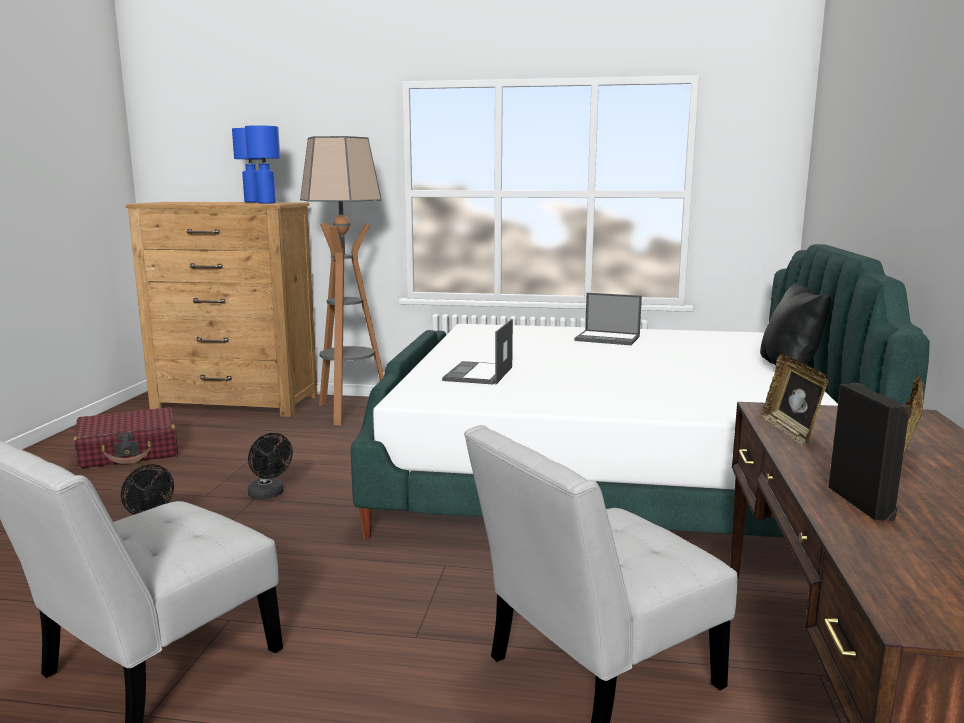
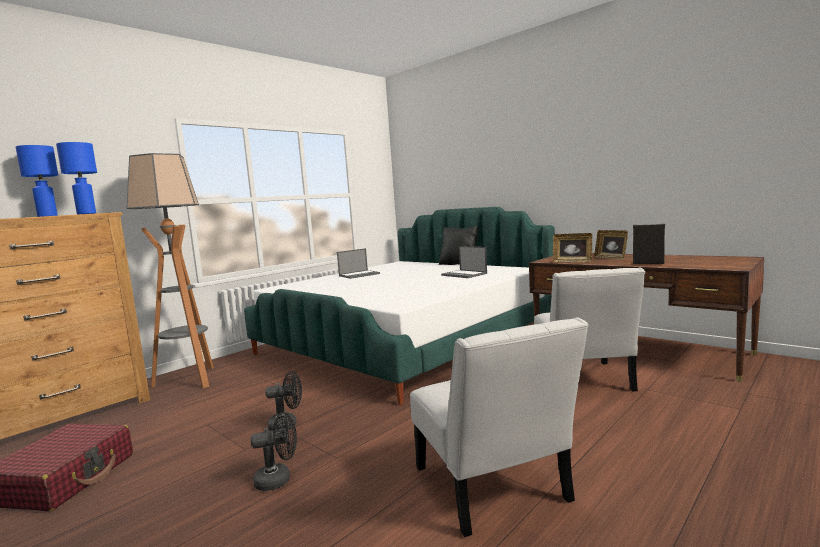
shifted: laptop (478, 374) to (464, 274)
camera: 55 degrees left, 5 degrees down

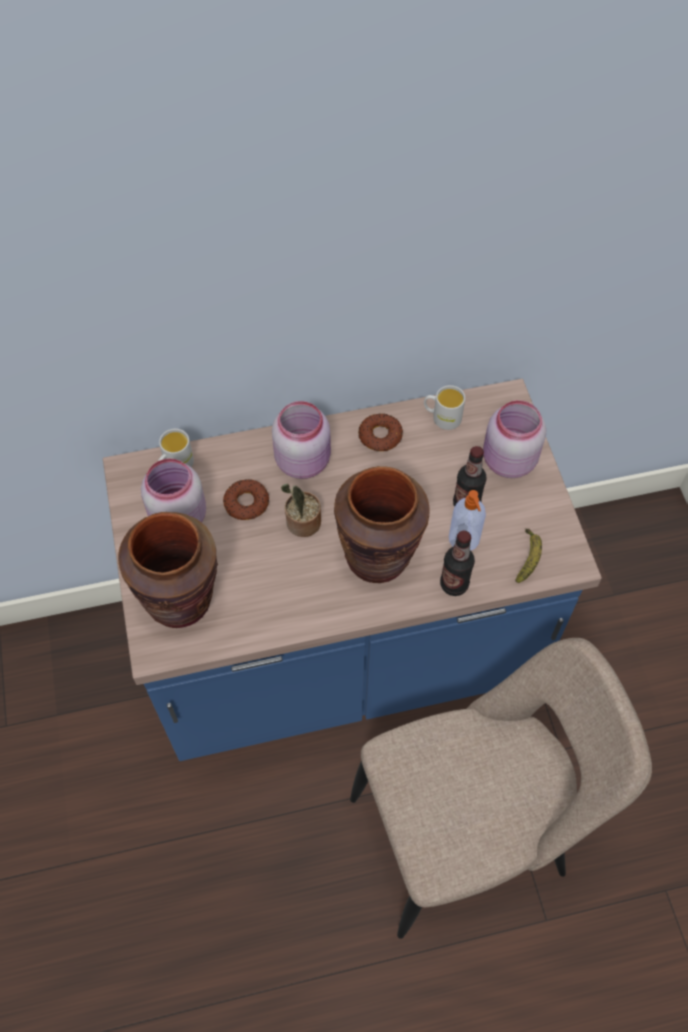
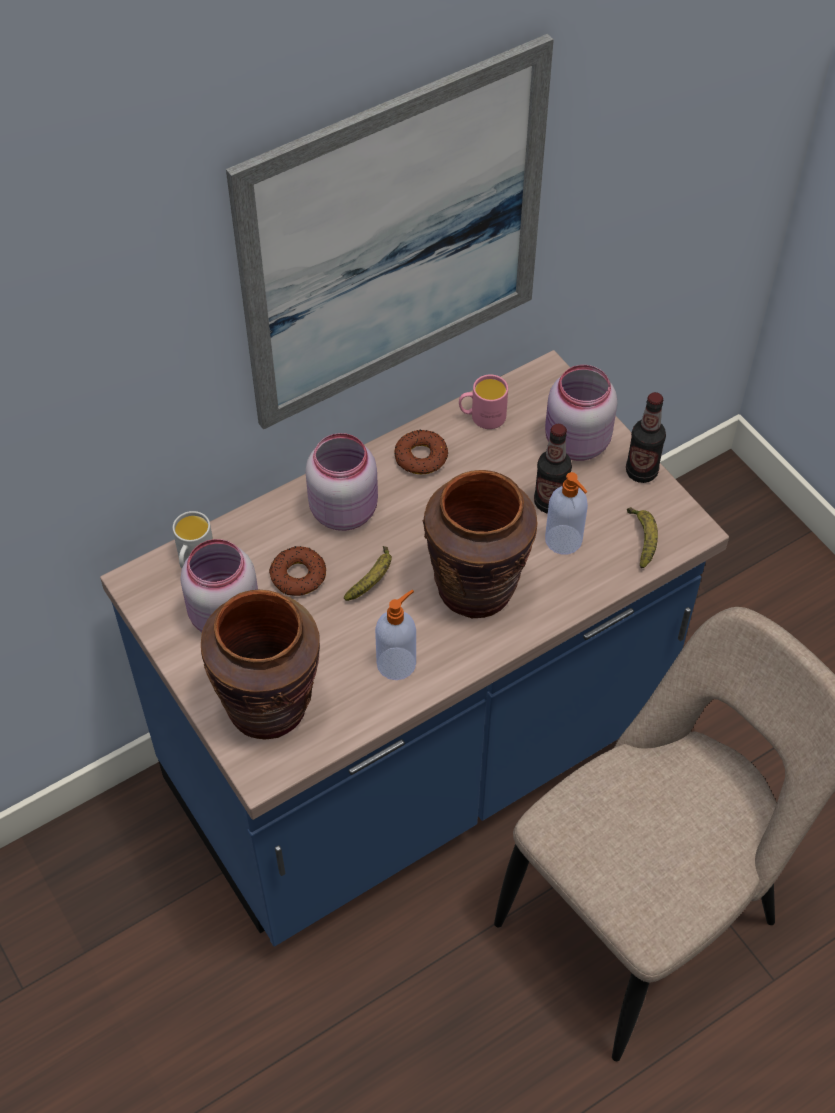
new: obraz (394, 239); dozownik mydła (397, 662)
shifted: butelka (454, 584) to (641, 472)
swapped: roślina doniczkowa (301, 523) to banan (373, 579)
repainted: kubek [biały] (442, 417) to kubek [różowy] (482, 417)
camera: 20 degrees left, 5 degrees down

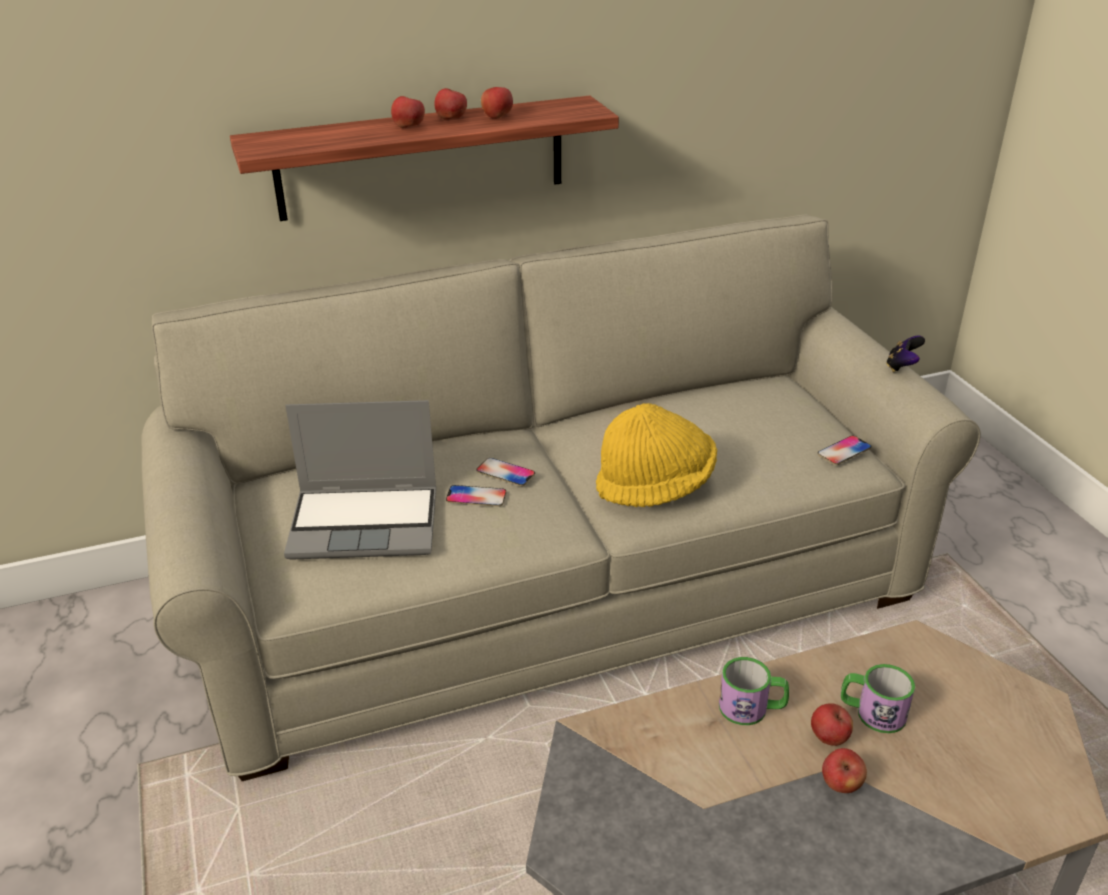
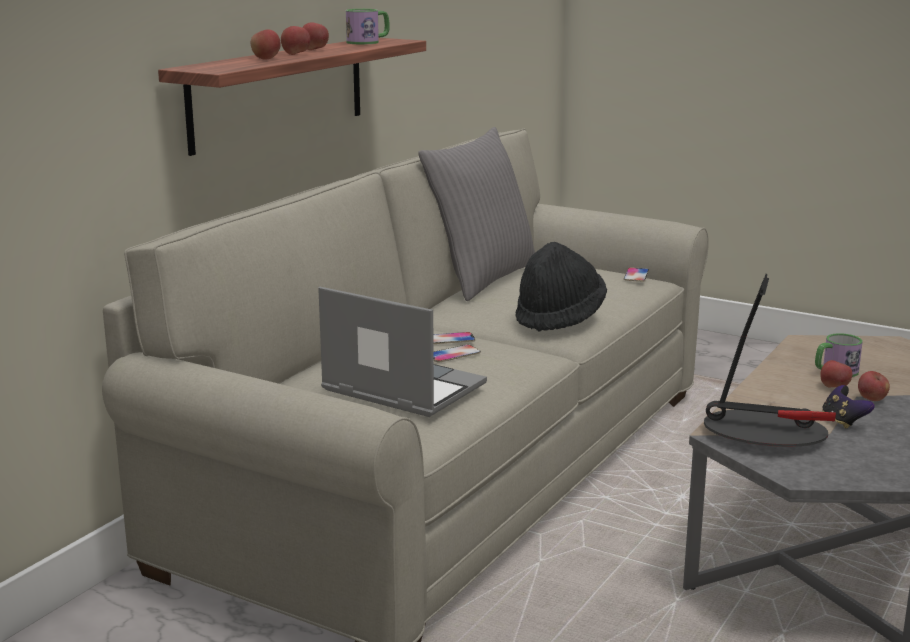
new: poduszka [szary] (481, 278); lampa stołowa (765, 433)
shifted: jabłko (497, 117) to (266, 59); kubek (752, 708) to (368, 42); pad do gier (902, 367) to (843, 422)
repainted: kapelusz [żółty] (655, 486) to kapelusz [czarny] (559, 317)
rotated: laptop (367, 523) = (400, 388) 105 degrees counterclockwise
camera: 40 degrees left, 15 degrees down

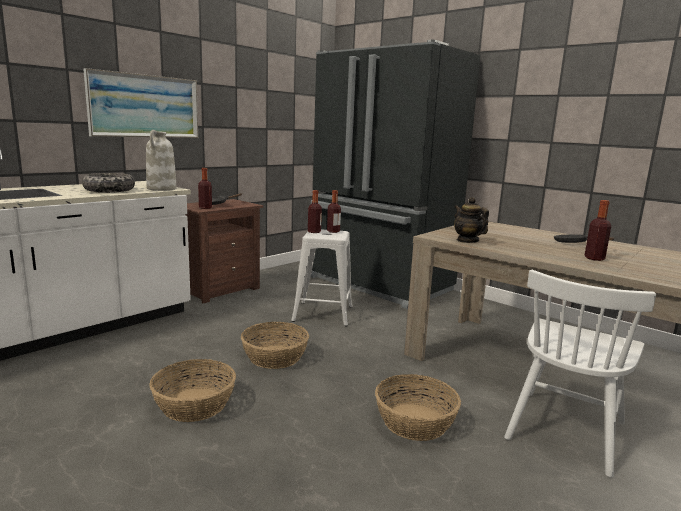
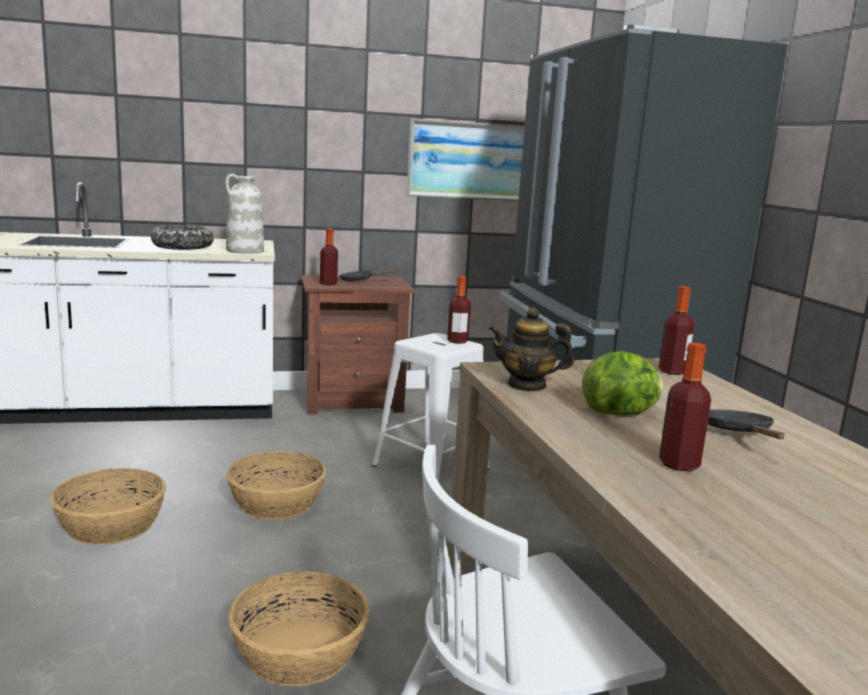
new: sałata (620, 414)
shifted: obraz (145, 106) to (476, 161); butelka (314, 232) to (672, 371)
rotated: imbryk (467, 241) = (527, 385) 90 degrees counterclockwise
camera: 35 degrees right, 0 degrees up

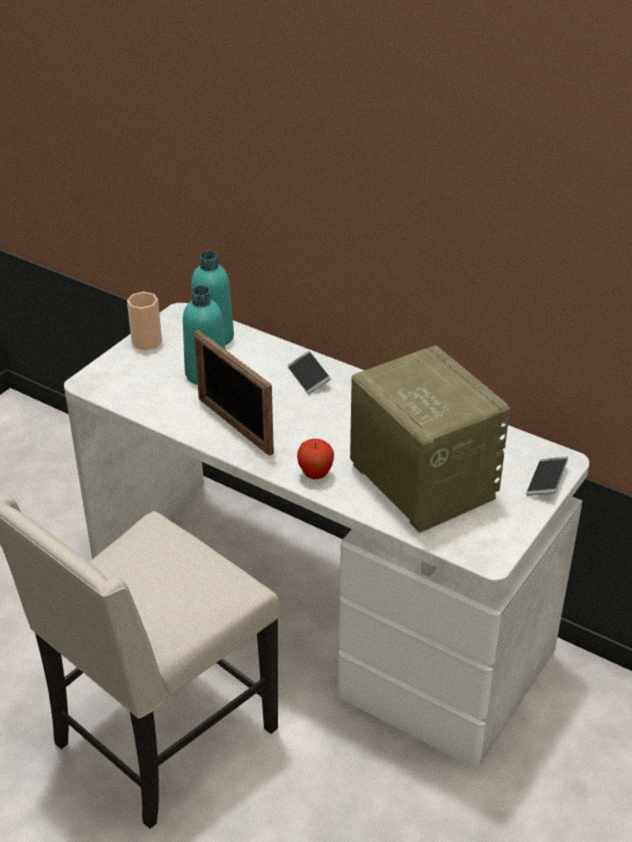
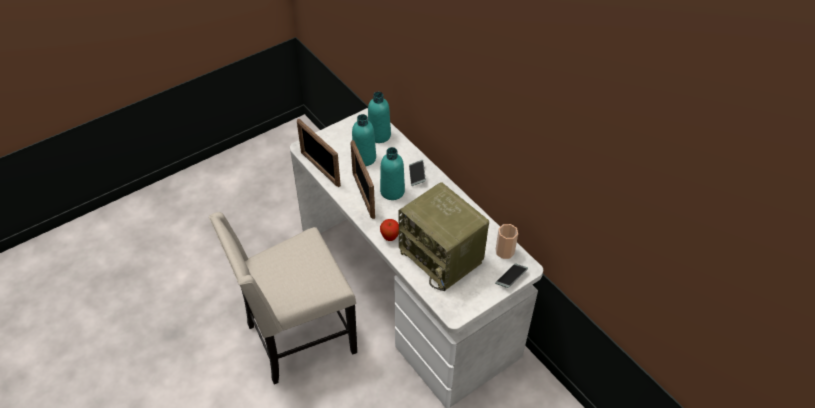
new: ramka na zdjęcie (320, 169); butelka [turkusowy] (392, 191)
shifted: filiżanka (146, 342) to (504, 251)
rotated: radio (419, 480) = (442, 257) 150 degrees clockwise
camera: 20 degrees right, 10 degrees up

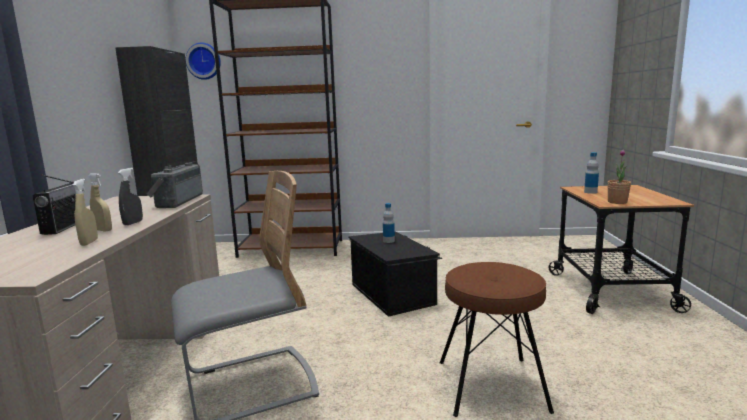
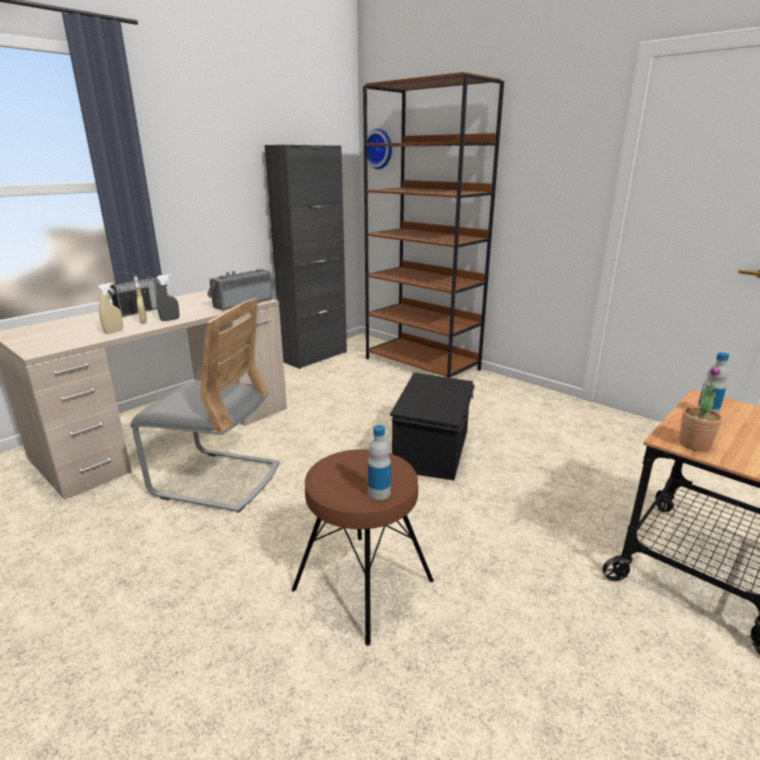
shifted: butelka (389, 241) to (379, 493)
camera: 40 degrees right, 10 degrees up

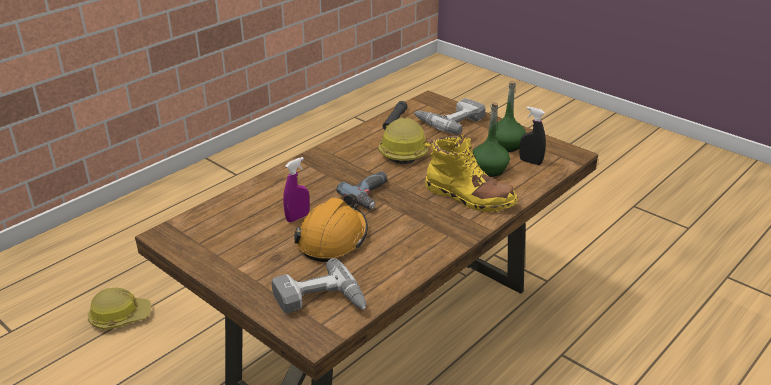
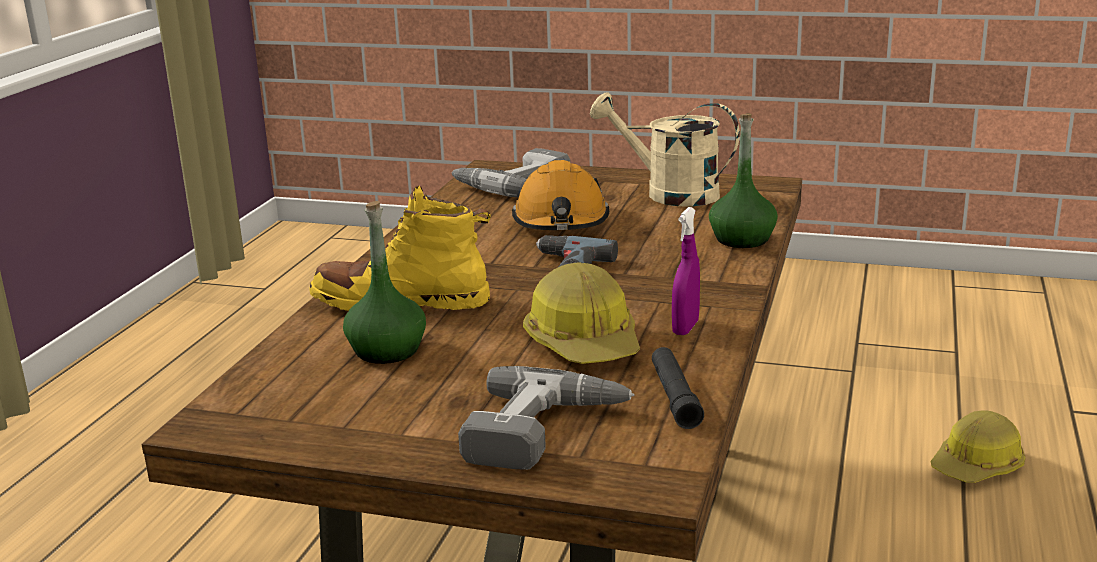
gone: spryskiwacz [czarny] (530, 162)
new: konewka [beżowy] (669, 193)
shifted: spryskiwacz [fioletowy] (297, 217) to (685, 328); butelka [zielony] (506, 145) to (741, 239)
camera: 155 degrees right, 10 degrees down

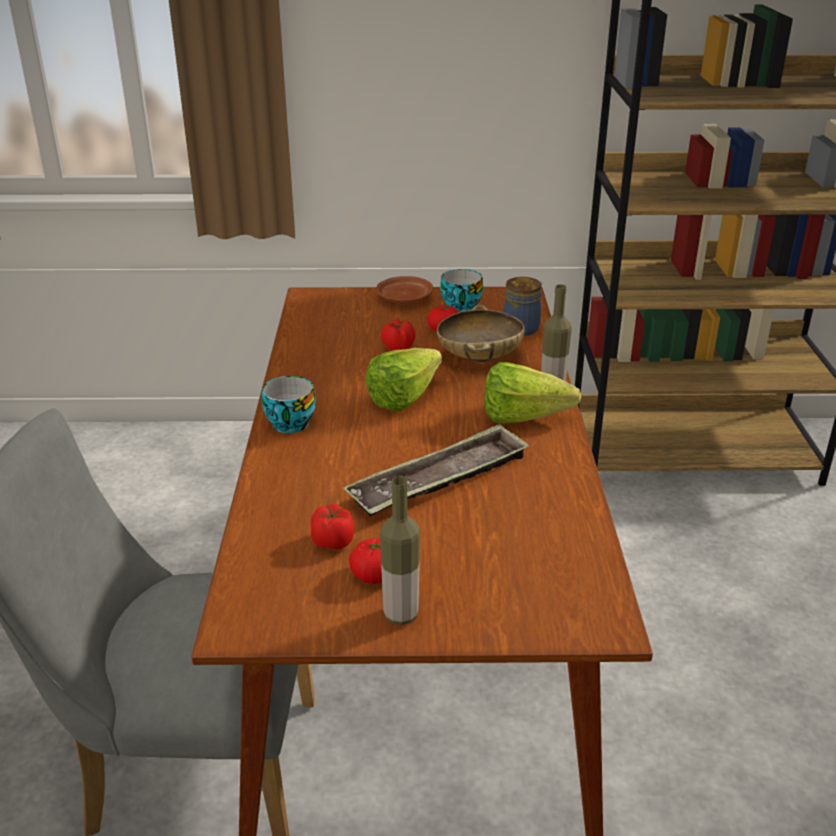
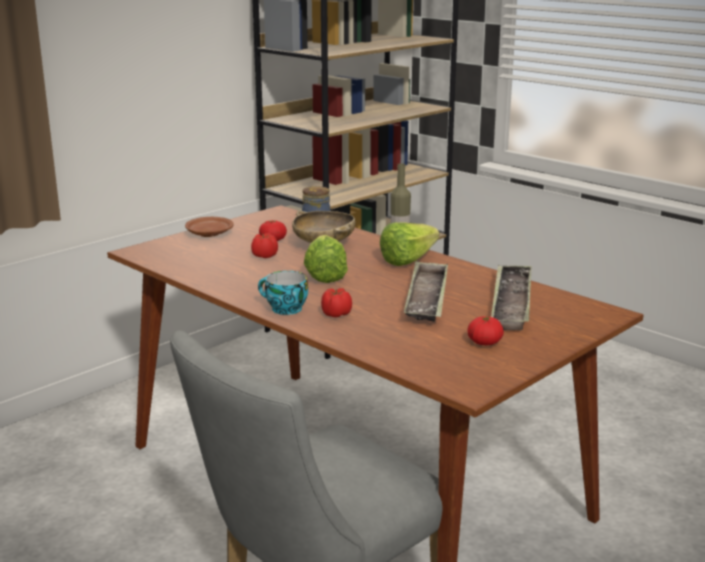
gone: butelka (401, 615); filiżanka (458, 306)
new: taca (511, 303)
shifted: pomidor (333, 541) to (336, 314)
camera: 45 degrees left, 10 degrees down

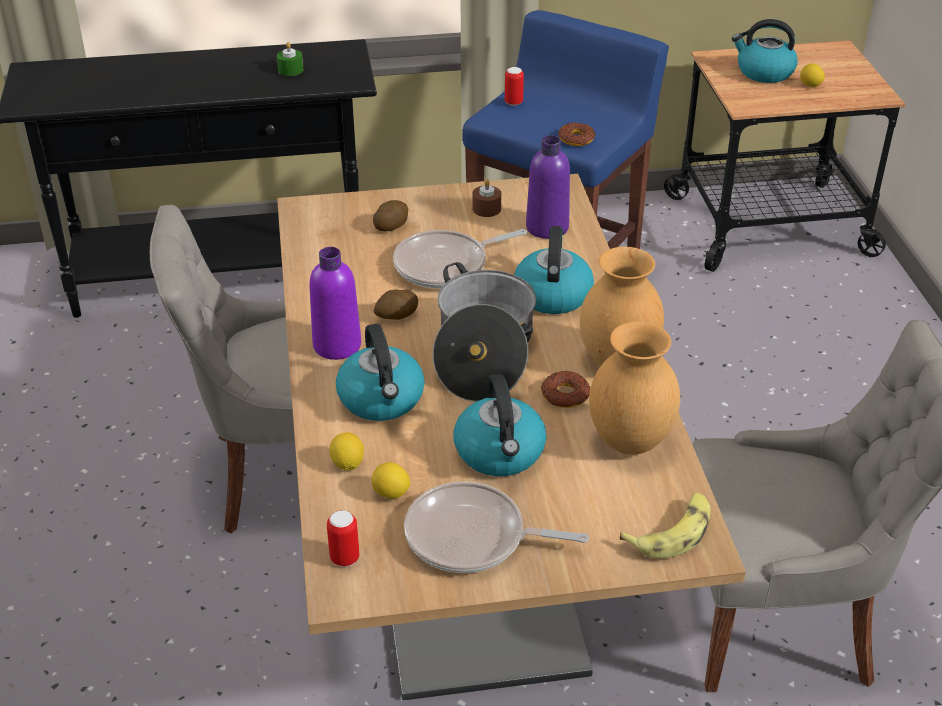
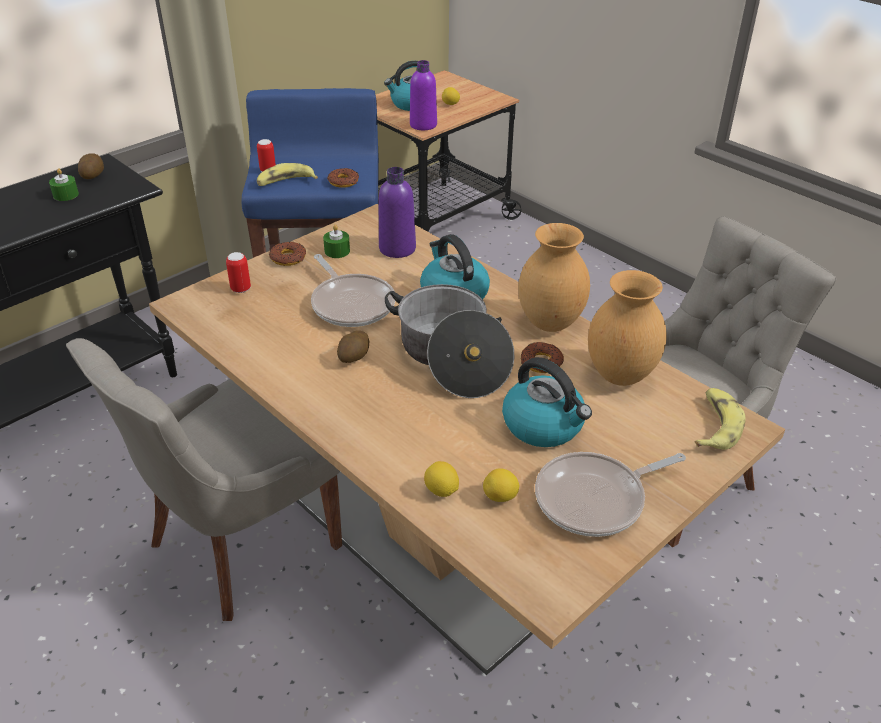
gone: czajnik (382, 399)
new: banan (285, 182); donut (288, 258)
shifted: butelka [fioletowy] (337, 345) to (423, 125); puszka (344, 558) to (241, 289); ziemniak (391, 226) to (92, 175)
repainted: świeca [brązowy] (486, 209) to świeca [zielony] (337, 251)
rotated: patelnia (446, 265) = (351, 303) 60 degrees counterclockwise
camera: 35 degrees left, 0 degrees up

